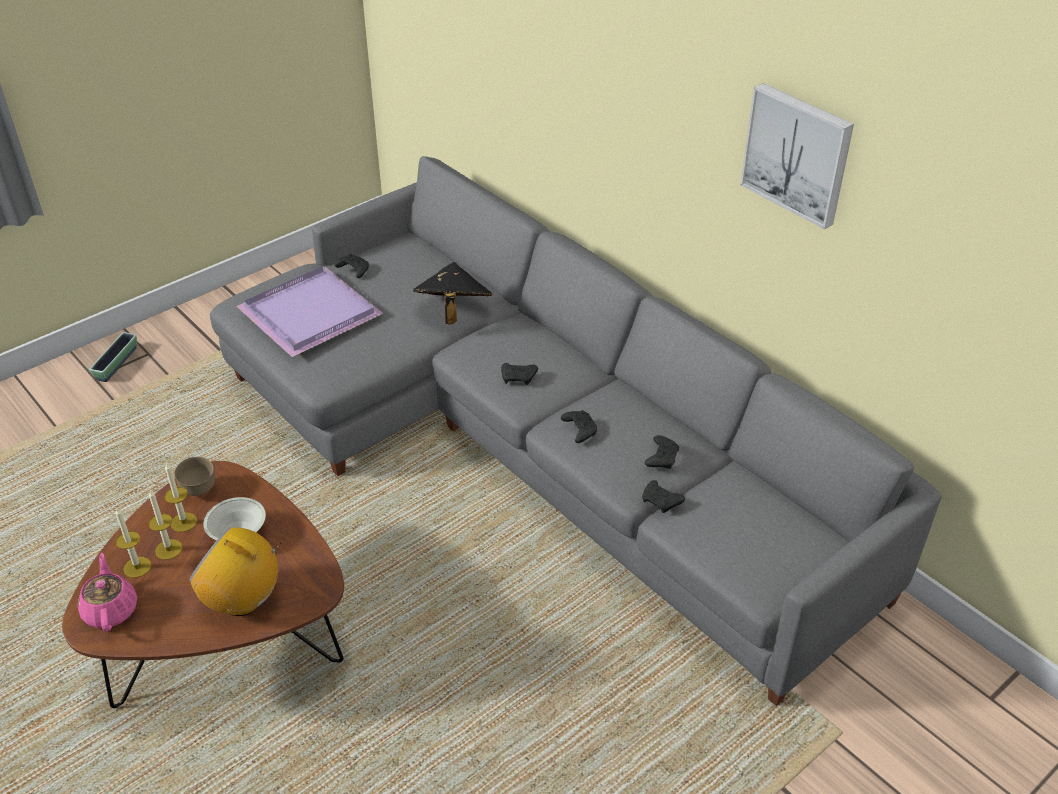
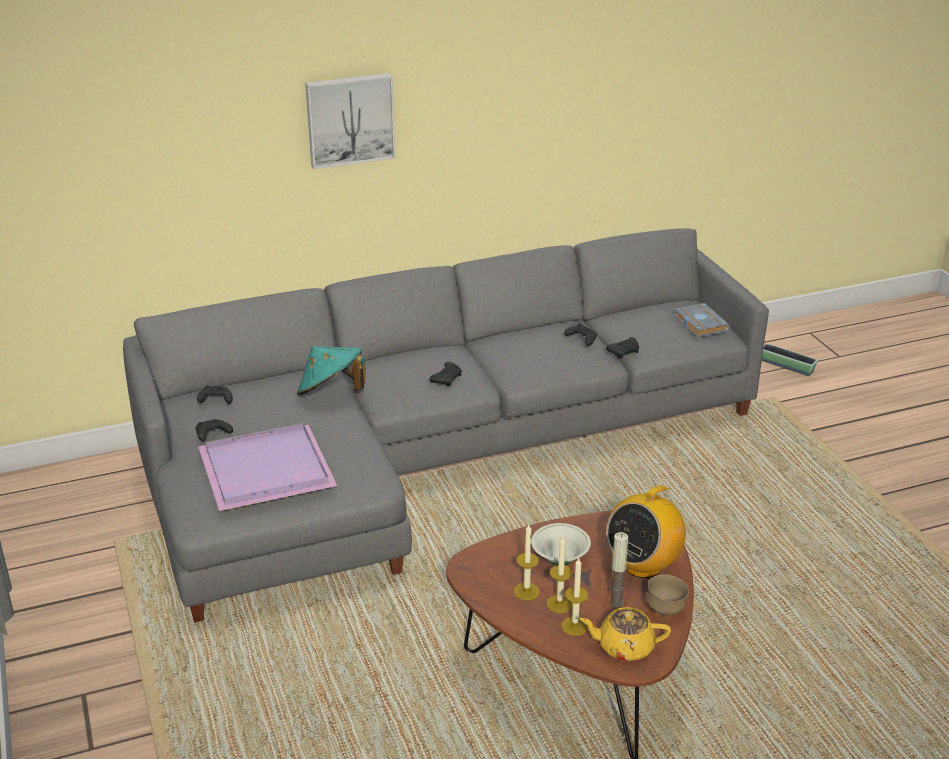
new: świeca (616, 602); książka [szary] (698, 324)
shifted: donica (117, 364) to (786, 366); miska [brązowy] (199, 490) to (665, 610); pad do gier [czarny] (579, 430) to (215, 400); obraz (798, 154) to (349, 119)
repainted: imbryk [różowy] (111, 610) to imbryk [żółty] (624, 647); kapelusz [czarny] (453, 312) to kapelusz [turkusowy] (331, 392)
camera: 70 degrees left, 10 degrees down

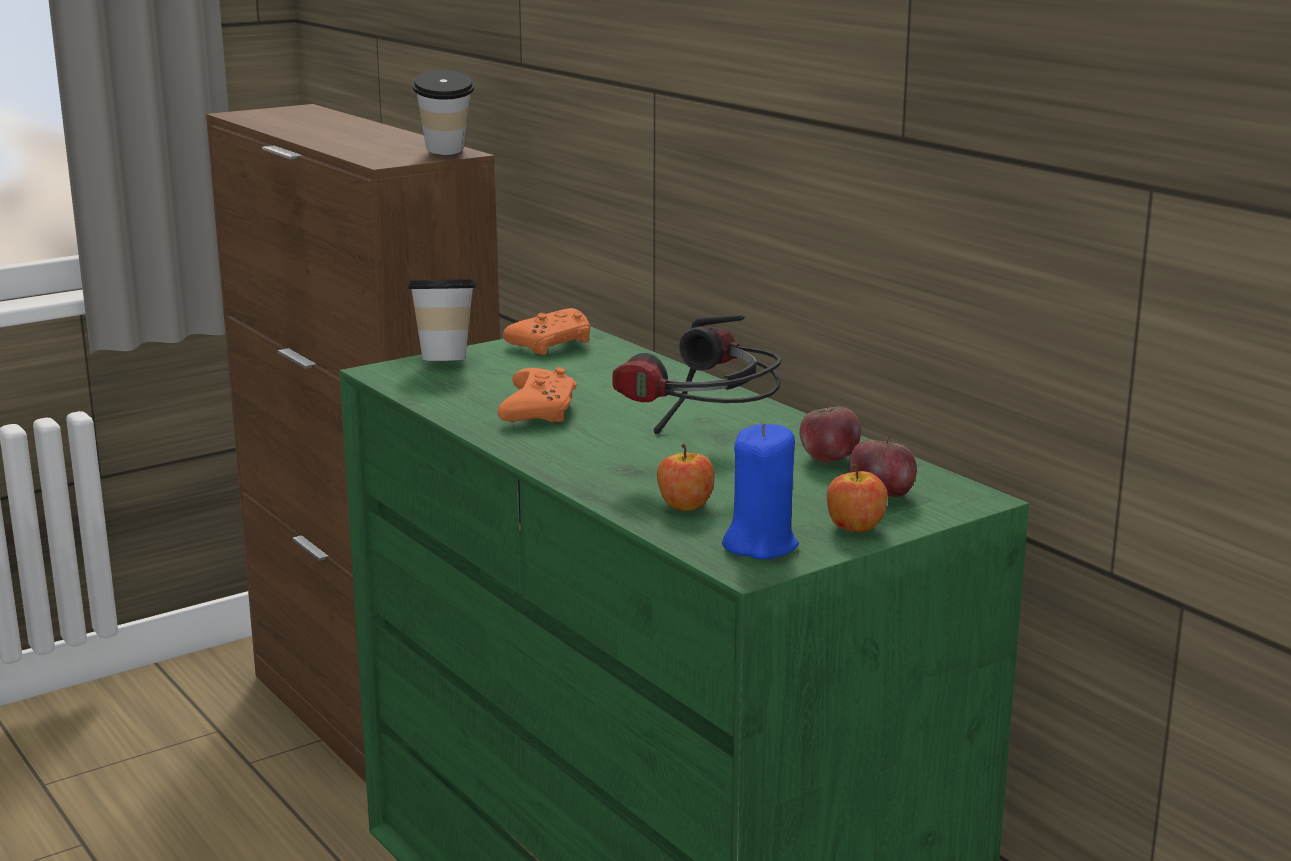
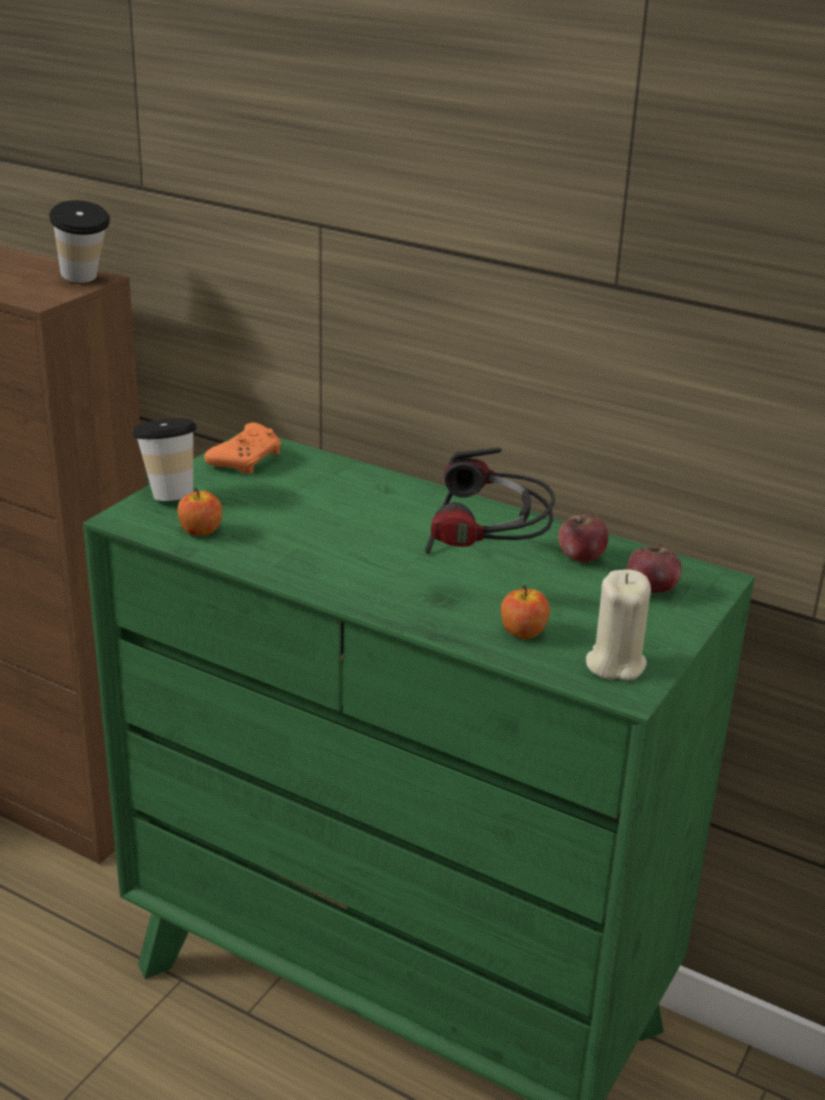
gone: pad do gier [pomarańczowy] (538, 411)
shifted: jabłko (855, 527) to (200, 531)
repainted: świeca [niebieski] (760, 545) to świeca [beżowy] (615, 664)
camera: 25 degrees left, 10 degrees up

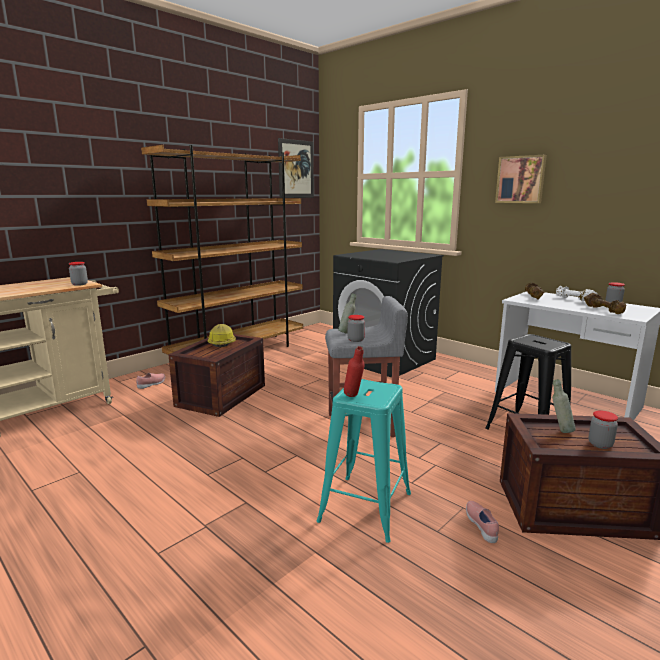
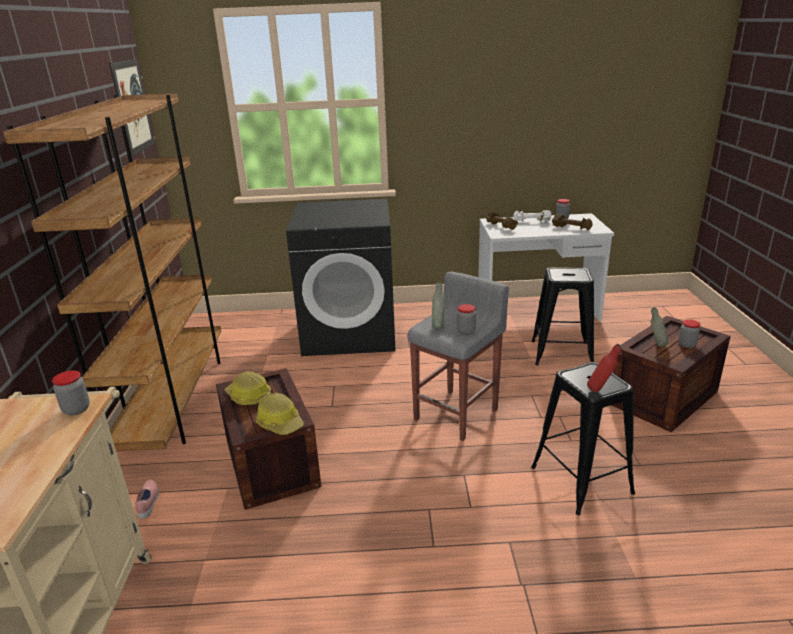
gone: but [różowy] (482, 526); obraz (521, 179)
new: kask (280, 423)
repainted: stołek [turkusowy] (366, 506) to stołek [czarny] (580, 479)
camera: 45 degrees left, 10 degrees up

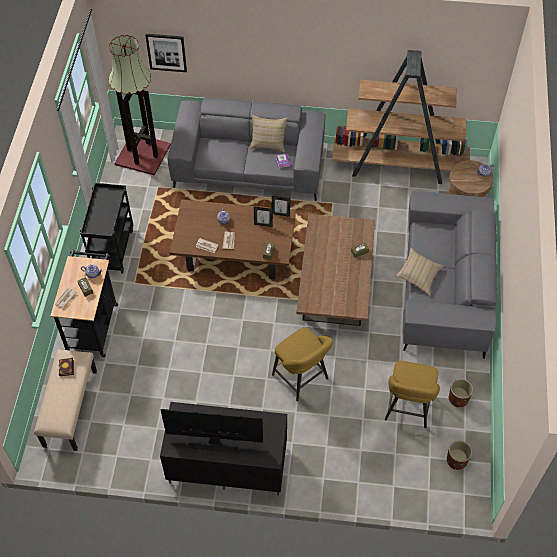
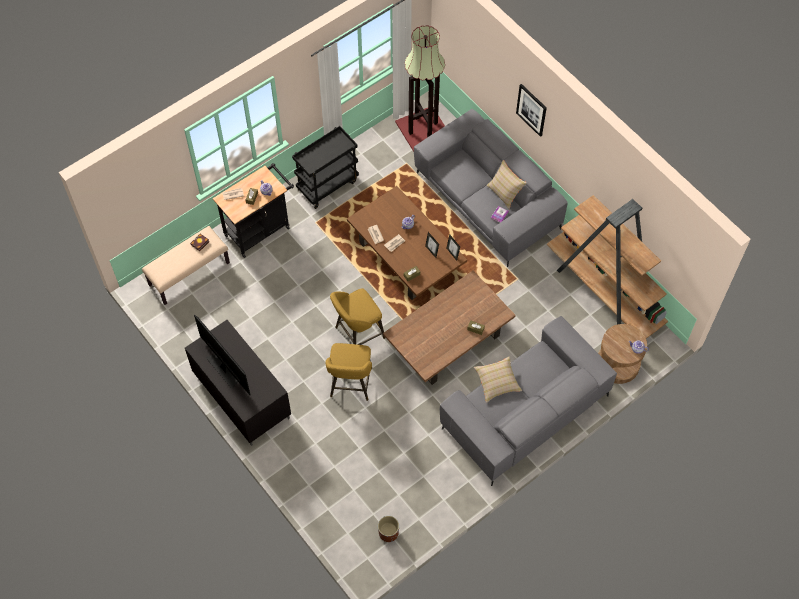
gone: donica [brązowy] (458, 399)
shifted: obraz (166, 52) to (531, 109); stołek [żółty] (407, 409) to (357, 334)
camera: 45 degrees right, 5 degrees up

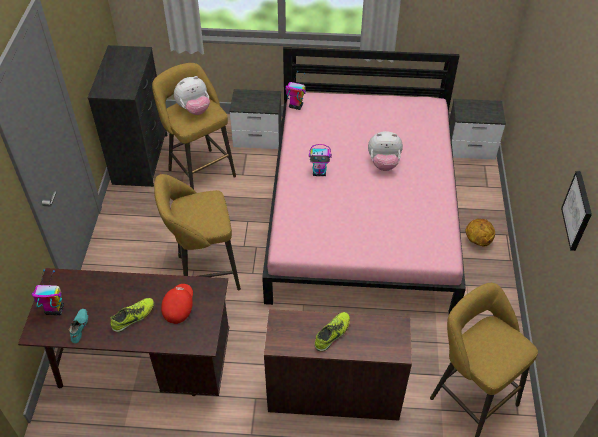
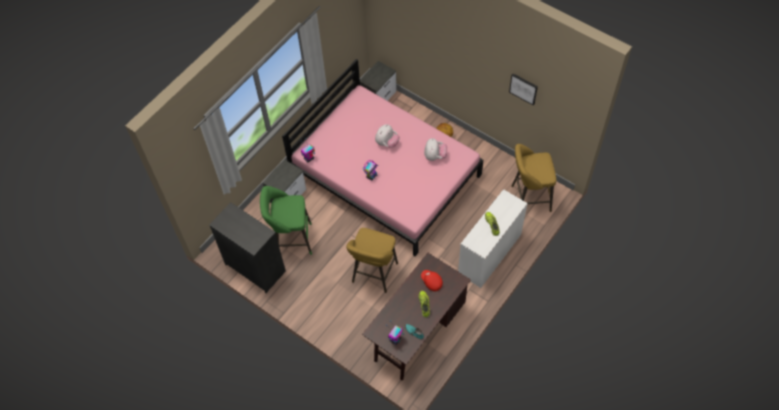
shifted: pluszak (194, 109) to (435, 156)
repainted: stołek [żółty] (200, 170) to stołek [zielony] (291, 240); biurko [brązowy] (333, 393) to biurko [biały] (489, 253)
camera: 55 degrees left, 10 degrees up

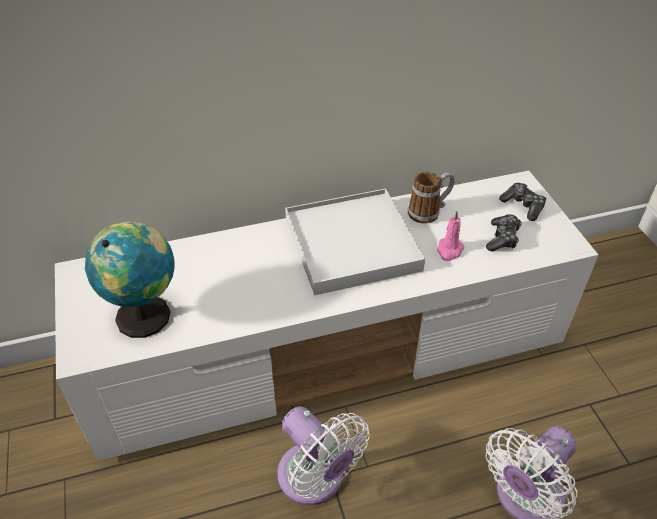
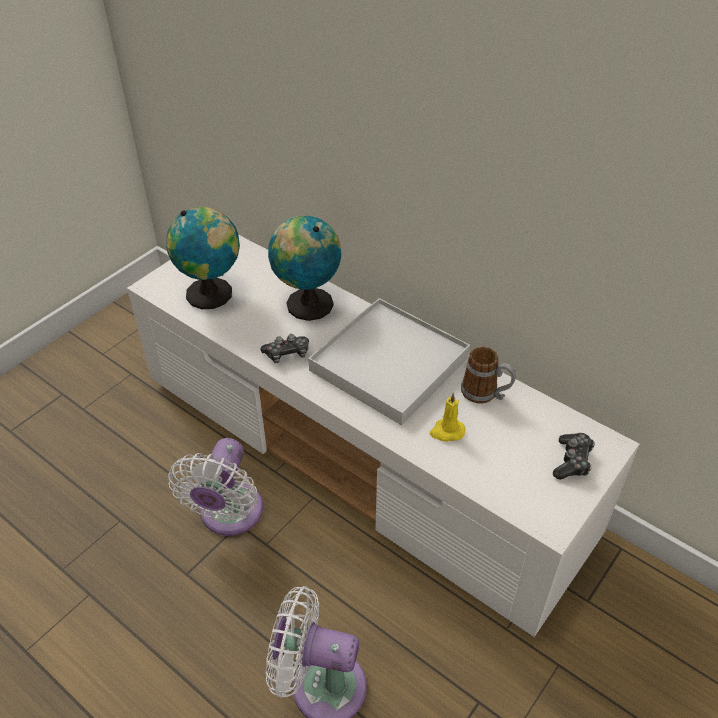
new: globus (306, 303)
shifted: pad do gier (502, 238) to (287, 354)
repainted: świeca [różowy] (449, 250) to świeca [żółty] (447, 431)
camera: 55 degrees right, 0 degrees up

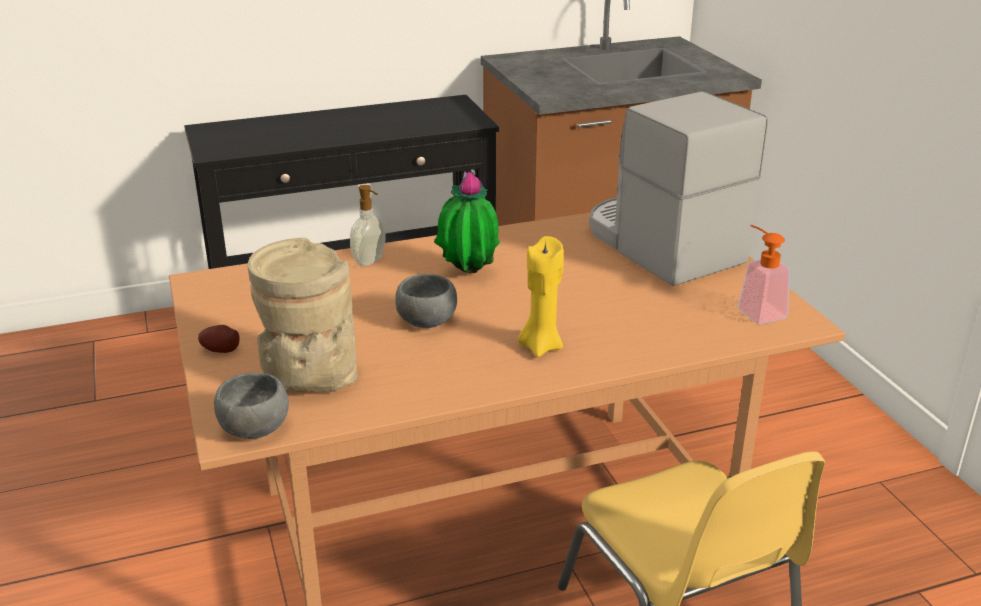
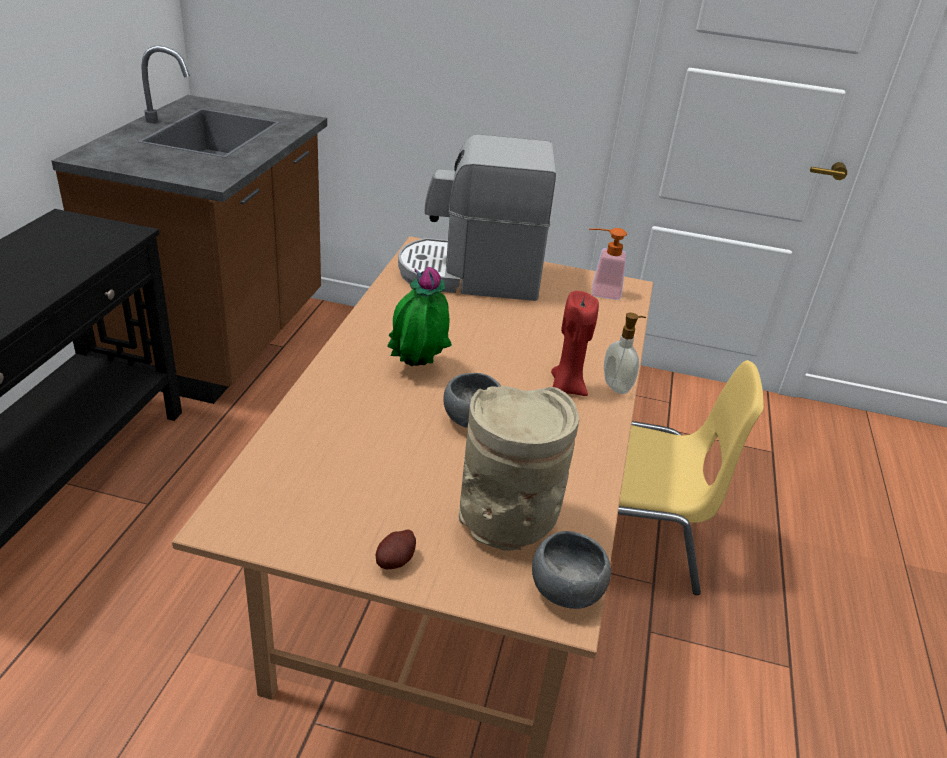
shifted: dozownik mydła (370, 261) to (617, 386)
repainted: świeca [żółty] (540, 346) to świeca [czerwony] (566, 388)
camera: 60 degrees left, 5 degrees up

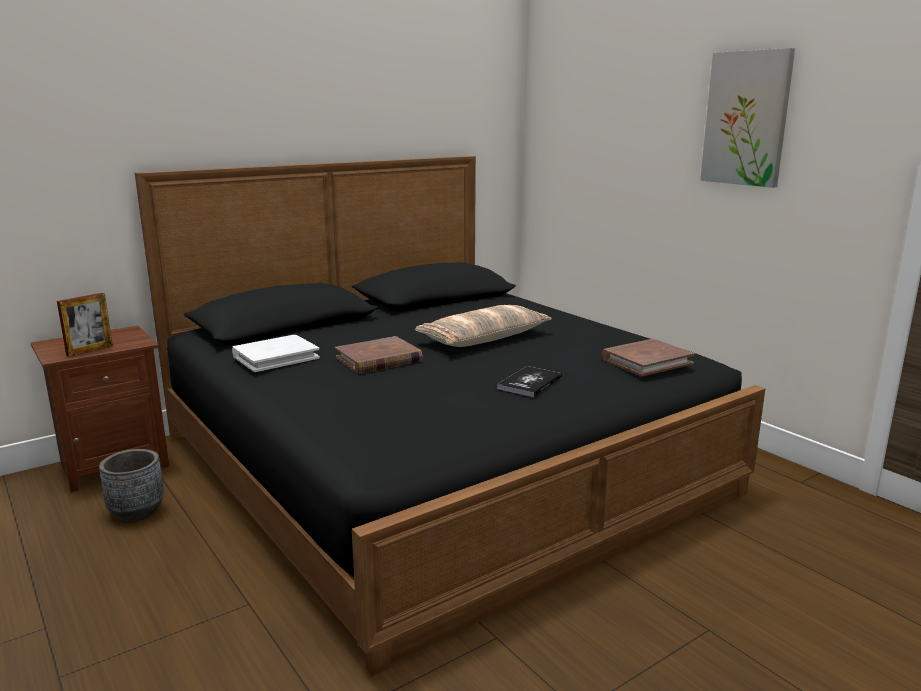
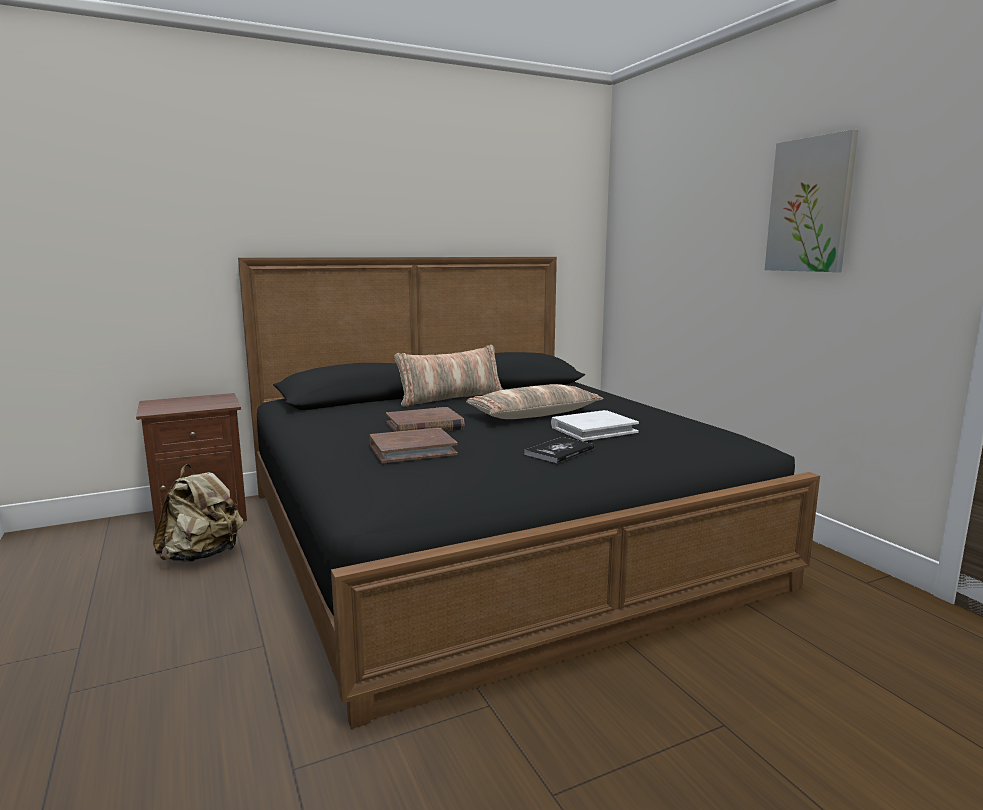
gone: ramka na zdjęcie (90, 350)
new: poduszka (451, 398)
shifted: książka [biały] (276, 357) to (593, 429); książka [brązowy] (646, 361) to (412, 449)
swapped: donica [szary] (137, 512) to plecak [beżowy] (202, 555)
camera: 10 degrees right, 5 degrees down

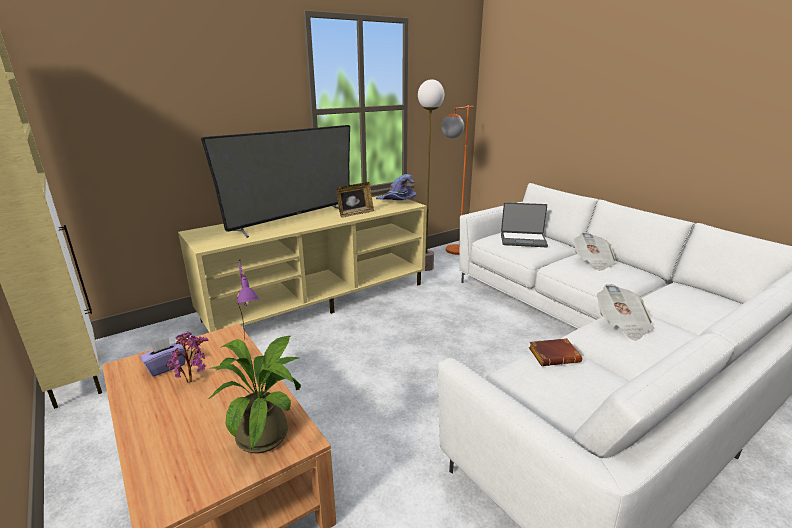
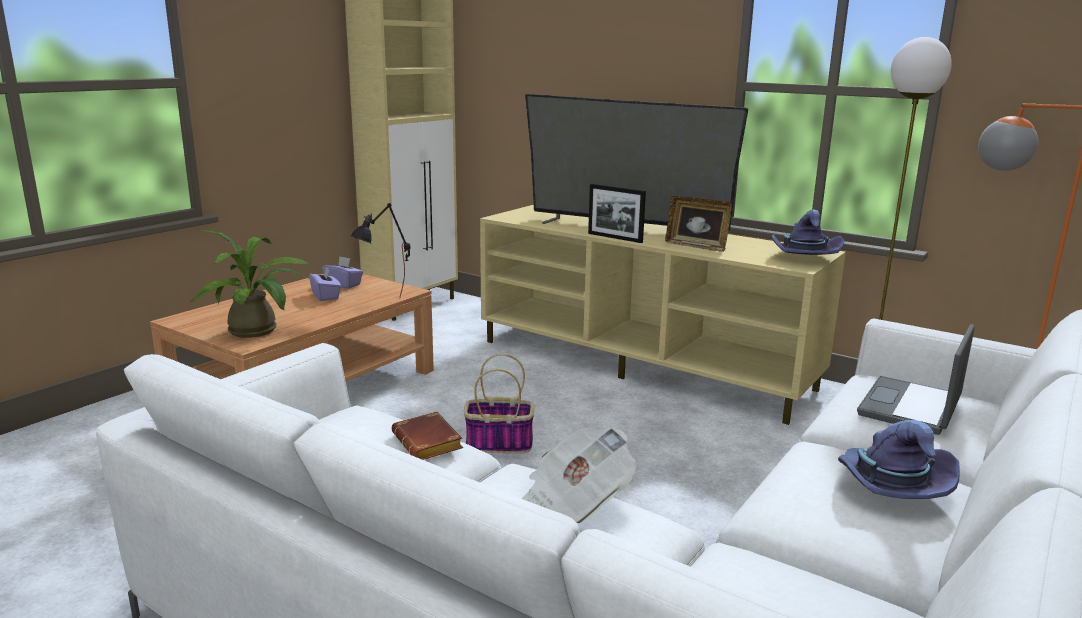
new: koszyk (498, 444); ramka na zdjęcie (615, 238)
swapped: roślina doniczkowa (193, 380) to pudełko chusteczek [fioletowy] (326, 296); gazeta (592, 262) to kapelusz [fioletowy] (888, 487)
repainted: lampa stołowa [fioletowy] (254, 349) to lampa stołowa [czarny] (385, 304)
rotated: laptop (523, 240) = (912, 408) 45 degrees clockwise
camera: 70 degrees right, 5 degrees down

